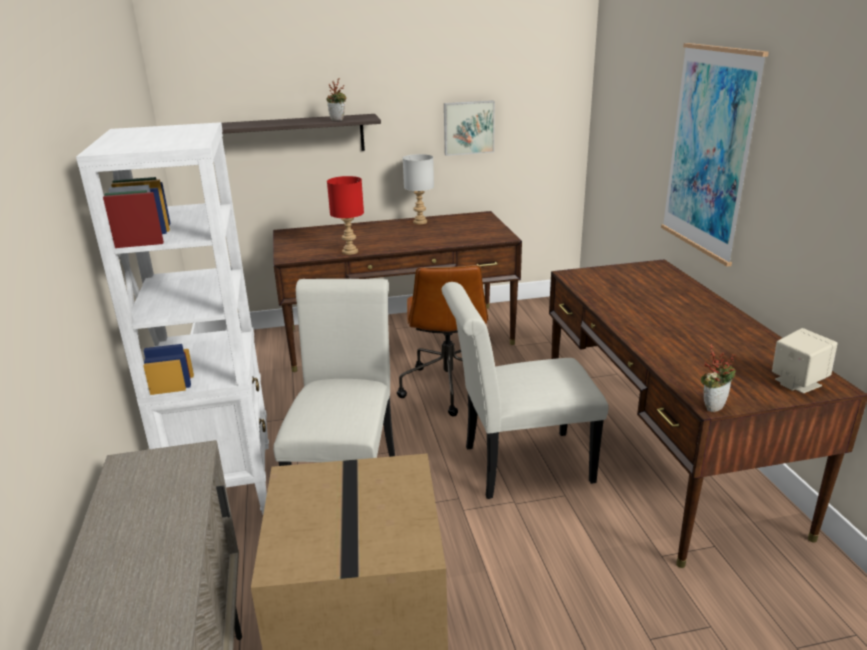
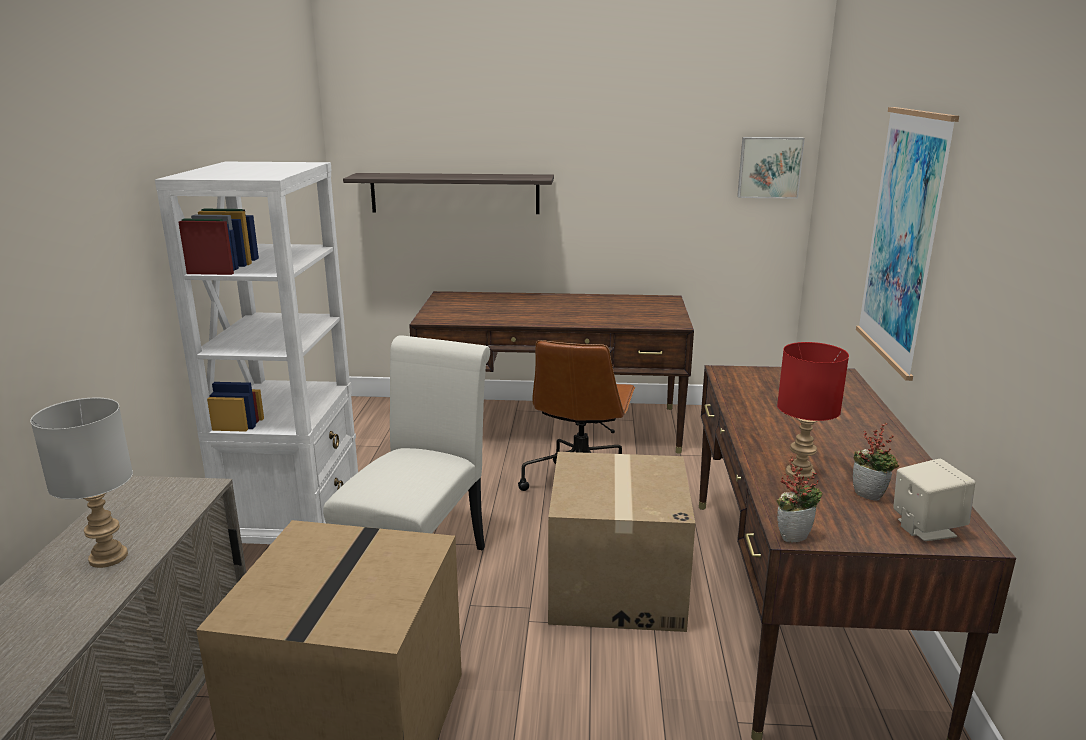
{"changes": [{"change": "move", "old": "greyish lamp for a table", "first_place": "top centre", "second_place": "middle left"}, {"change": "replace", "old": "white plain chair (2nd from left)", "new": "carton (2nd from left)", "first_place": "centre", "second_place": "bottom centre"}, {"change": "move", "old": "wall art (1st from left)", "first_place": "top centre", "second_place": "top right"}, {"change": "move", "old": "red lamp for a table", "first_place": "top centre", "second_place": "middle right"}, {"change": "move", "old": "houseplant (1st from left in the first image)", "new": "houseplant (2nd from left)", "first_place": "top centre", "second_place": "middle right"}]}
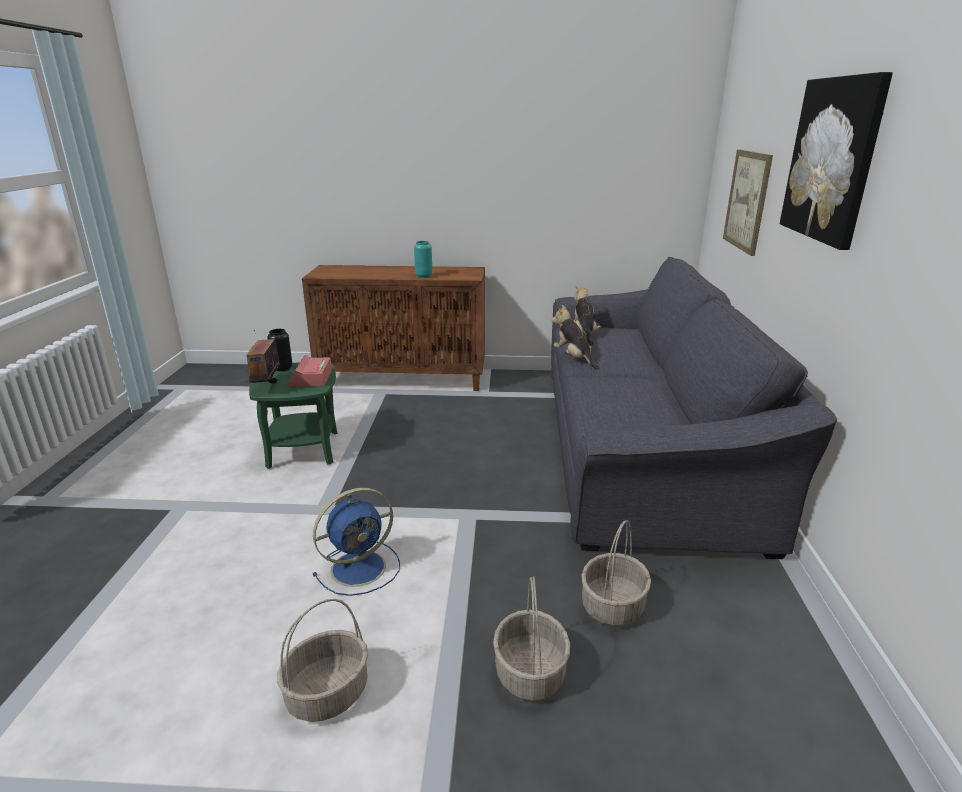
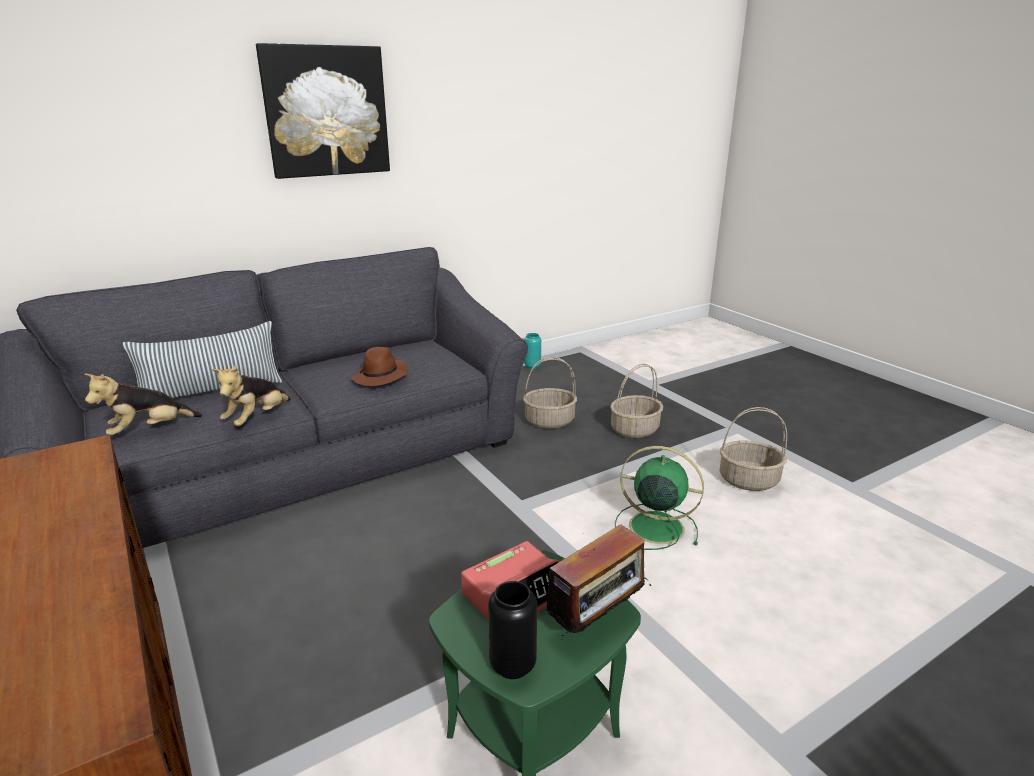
{"changes": [{"change": "insert", "new": "pillow", "second_place": "middle left"}, {"change": "insert", "new": "brown hat", "second_place": "centre"}, {"change": "move", "old": "turquoise decorative vase", "first_place": "top centre", "second_place": "centre"}, {"change": "recolor", "old": "blue cooling fan", "new": "green-coloured cooling fan", "first_place": "bottom centre", "second_place": "centre"}, {"change": "delete", "old": "wall art (1st from left)", "first_place": "top right"}]}
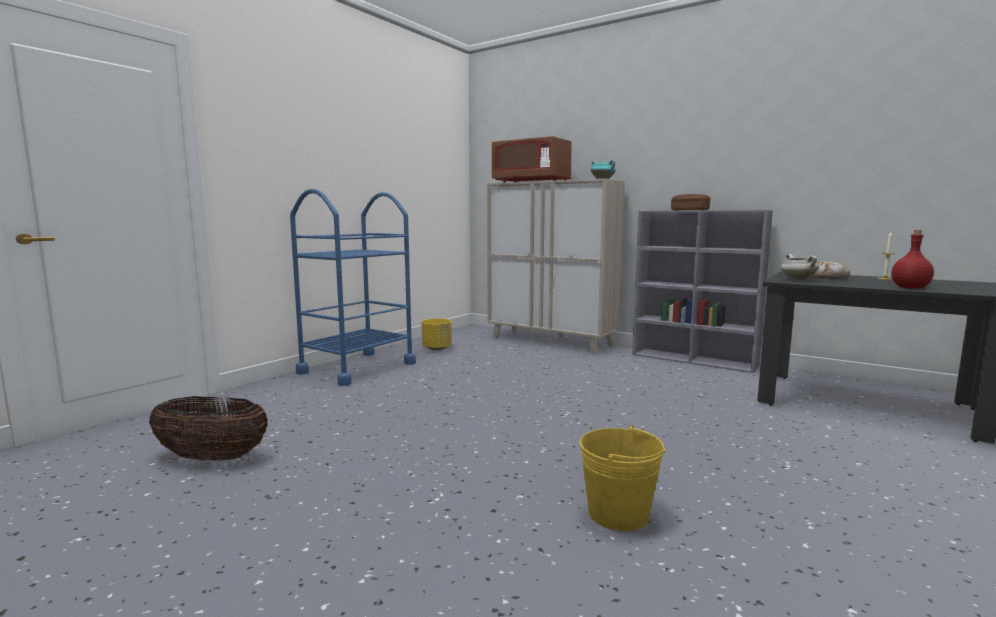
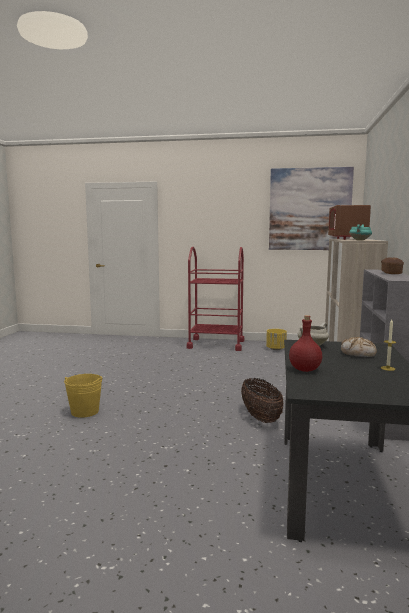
{"changes": [{"change": "recolor", "old": "blue cart", "new": "red cart", "first_place": "centre", "second_place": "centre"}, {"change": "move", "old": "basket", "first_place": "bottom left", "second_place": "centre"}, {"change": "insert", "new": "wall art", "second_place": "middle right"}]}
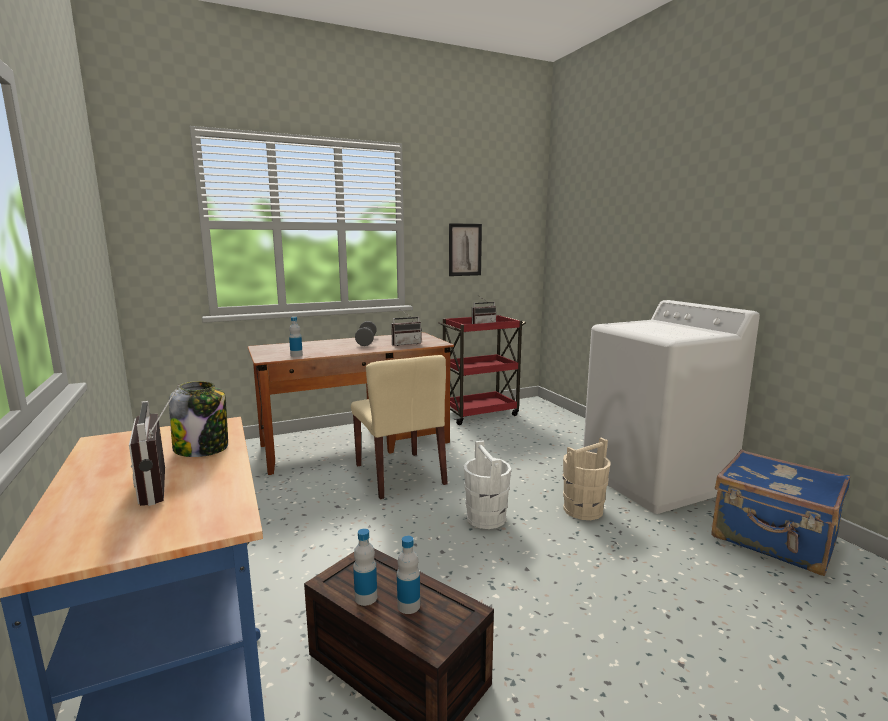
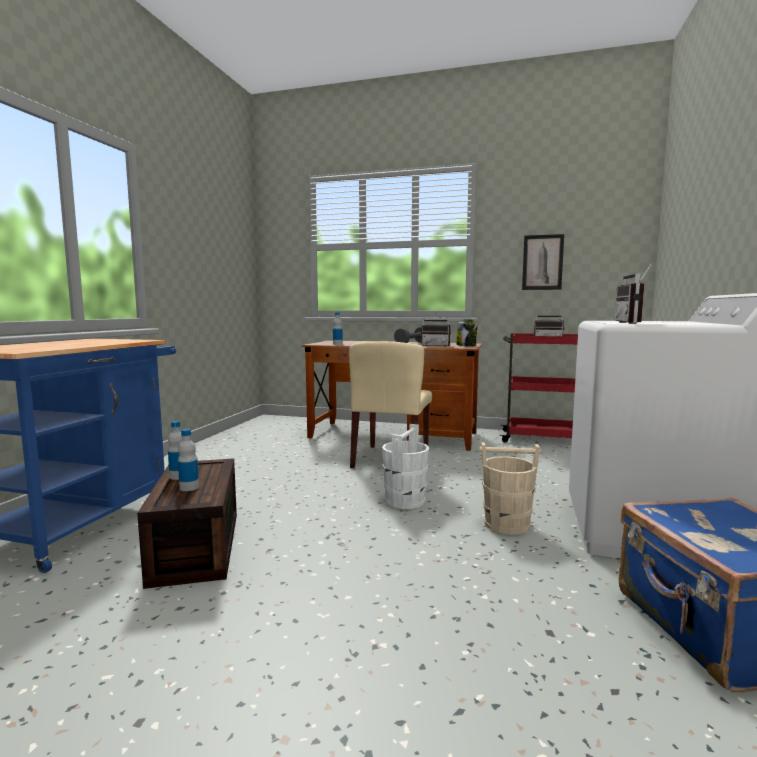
{"changes": [{"change": "move", "old": "storage jar", "first_place": "middle left", "second_place": "centre"}, {"change": "move", "old": "radio set (1st from left in the first image)", "new": "radio set (3rd from left)", "first_place": "middle left", "second_place": "middle right"}]}
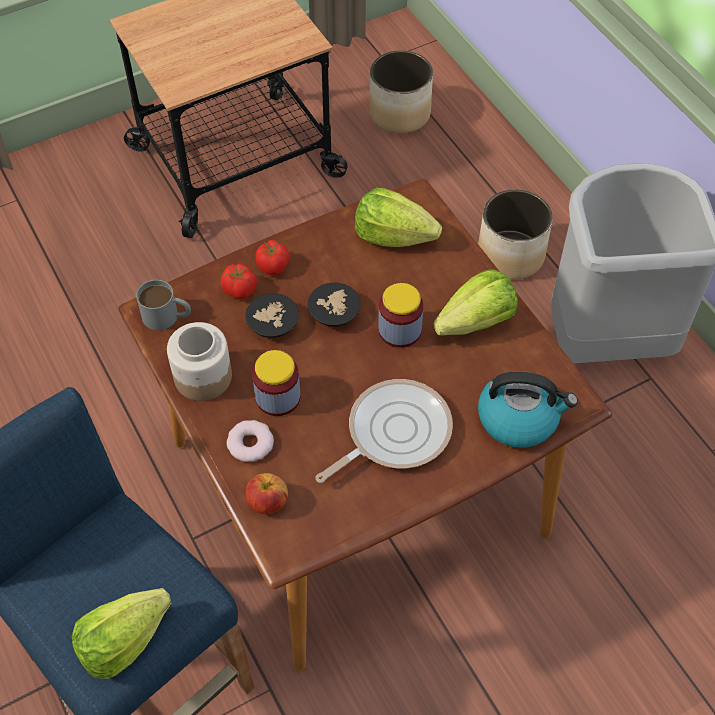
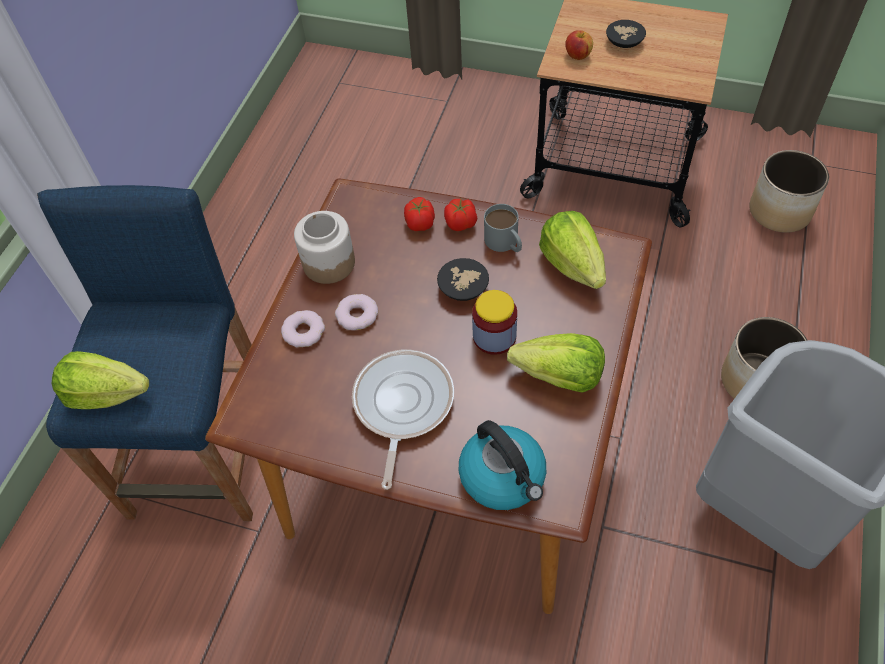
{"changes": [{"change": "replace", "old": "storage jar (2nd from left)", "new": "doughnut (2nd from left)", "first_place": "centre", "second_place": "centre"}, {"change": "rotate", "old": "pan", "first_place": "centre", "second_place": "centre", "degrees": -90}, {"change": "move", "old": "greyish coffee mug", "first_place": "middle left", "second_place": "centre"}, {"change": "move", "old": "apple fruit", "first_place": "bottom centre", "second_place": "top centre"}, {"change": "move", "old": "black-coloured bowl (1st from left in the first image)", "new": "black-coloured bowl (2nd from left)", "first_place": "centre", "second_place": "top right"}]}
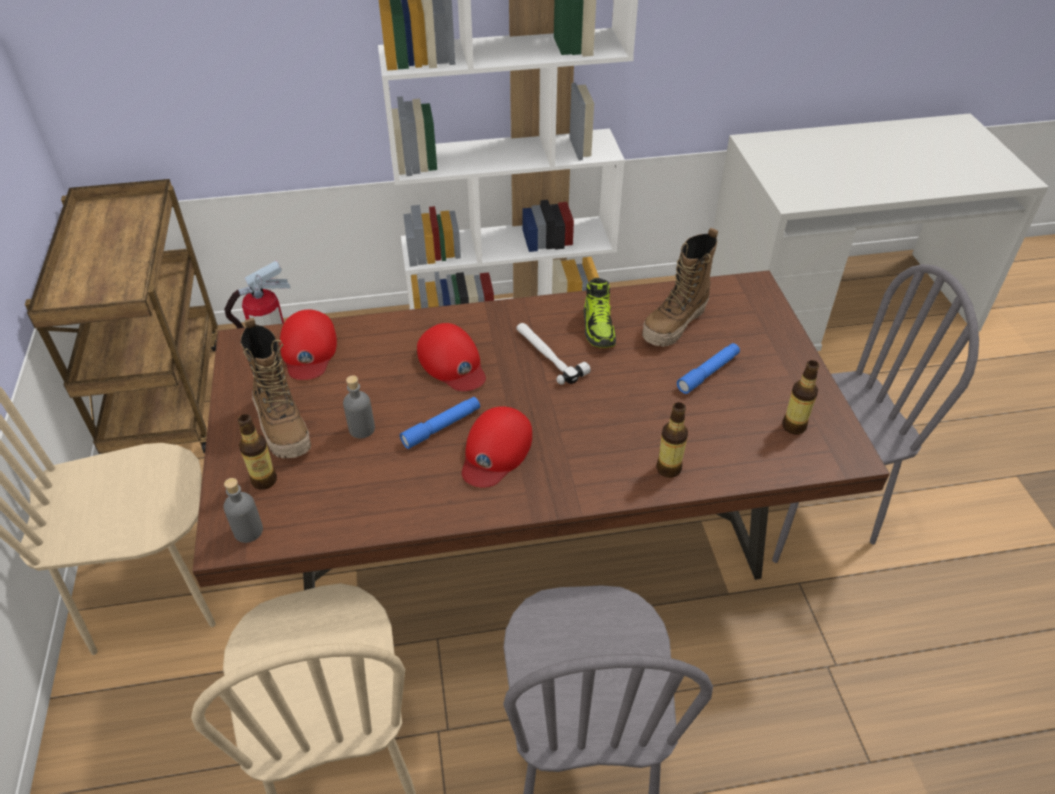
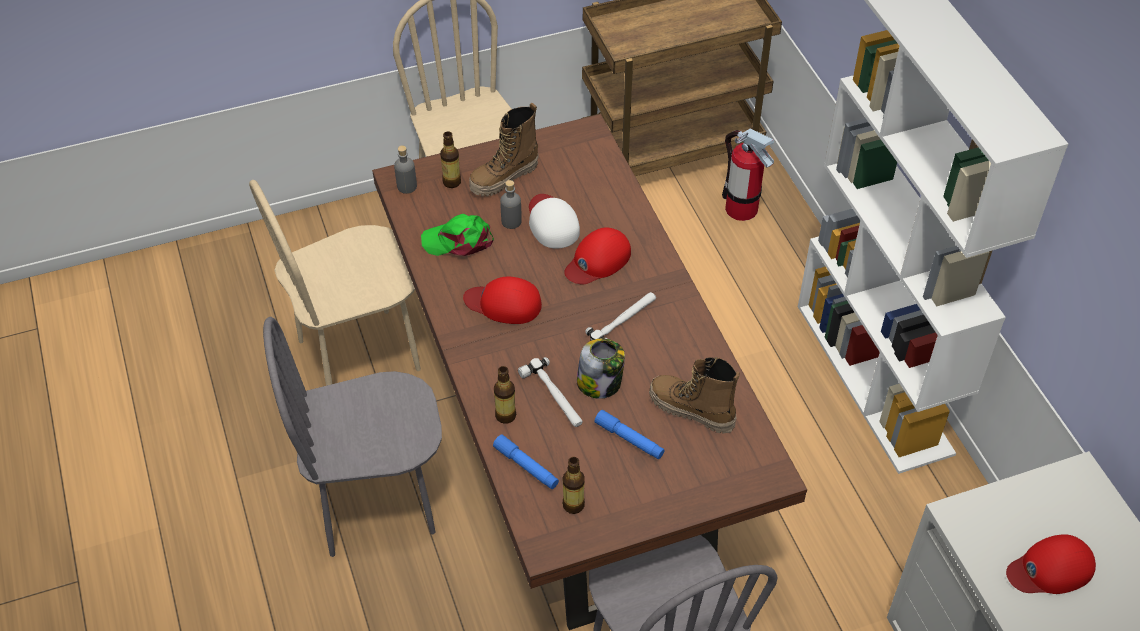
{"changes": [{"change": "insert", "new": "green-coloured baseball cap", "second_place": "centre"}, {"change": "move", "old": "blue hand torch (1st from left)", "first_place": "centre", "second_place": "bottom centre"}, {"change": "insert", "new": "hand hammer (1st from left)", "second_place": "centre"}, {"change": "insert", "new": "white baseball cap", "second_place": "centre"}, {"change": "insert", "new": "storage jar", "second_place": "centre"}, {"change": "move", "old": "red baseball cap (1st from left in the first image)", "new": "red baseball cap (3rd from left)", "first_place": "middle left", "second_place": "bottom right"}, {"change": "delete", "old": "item of footwear", "first_place": "centre"}]}
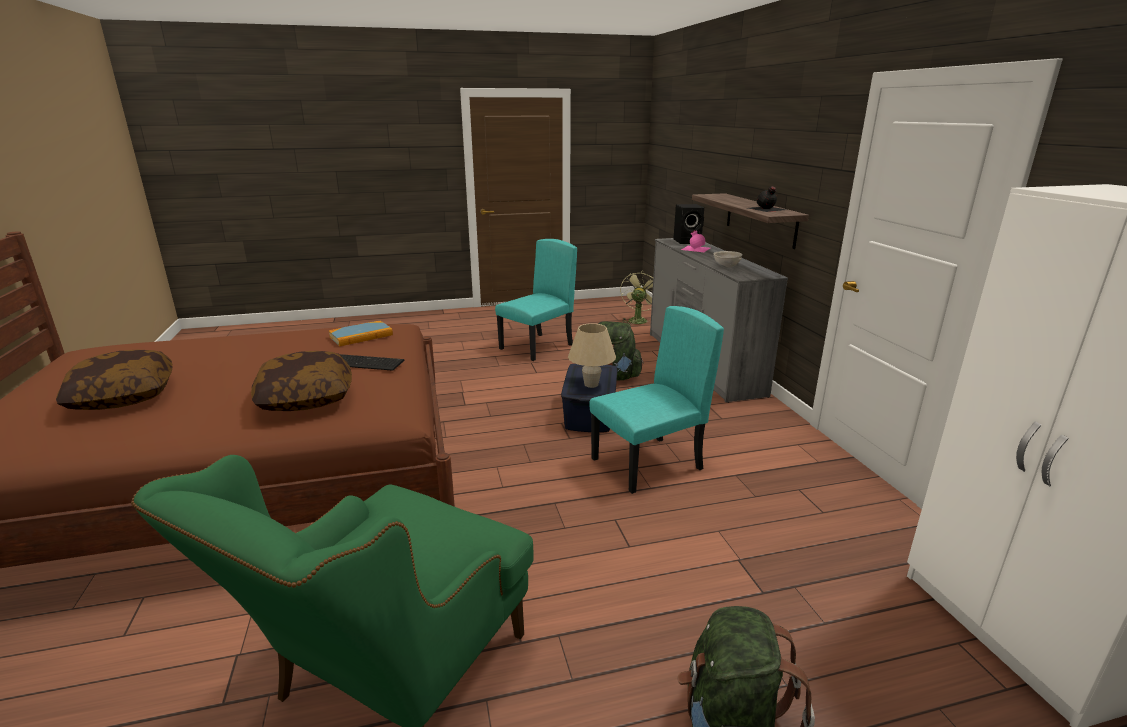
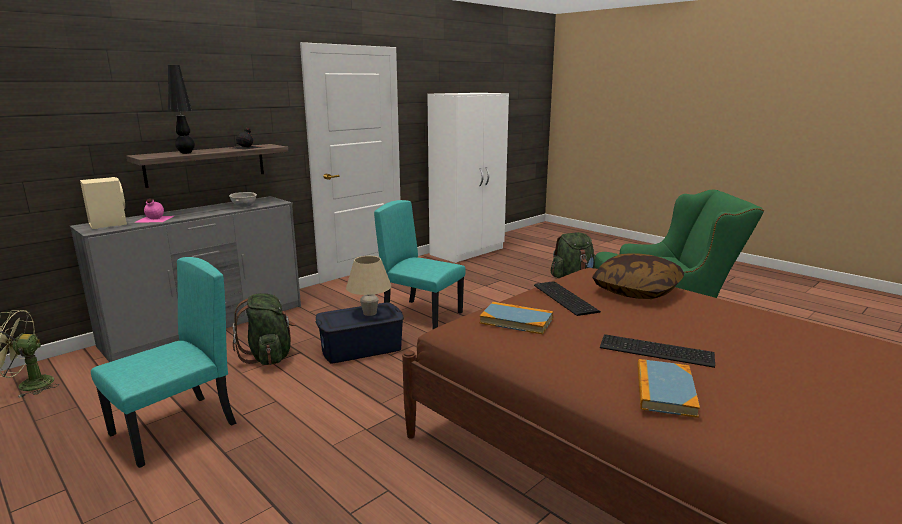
{"changes": [{"change": "recolor", "old": "black-coloured audio speaker", "new": "sand-coloured audio speaker", "first_place": "top centre", "second_place": "middle left"}, {"change": "rotate", "old": "turquoise plain chair (1st from left)", "first_place": "centre", "second_place": "bottom left", "degrees": 120}, {"change": "insert", "new": "black-coloured lamp for a table", "second_place": "top left"}, {"change": "insert", "new": "keyboard (2nd from left)", "second_place": "bottom right"}, {"change": "insert", "new": "volume (2nd from left)", "second_place": "bottom right"}, {"change": "delete", "old": "pillow (1st from left)", "first_place": "middle left"}]}
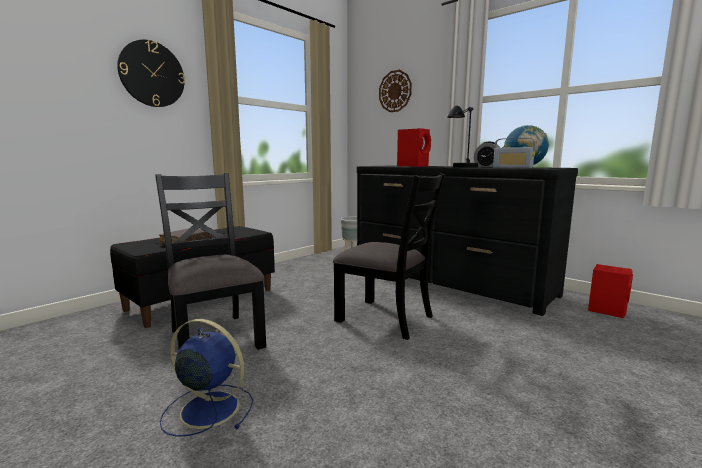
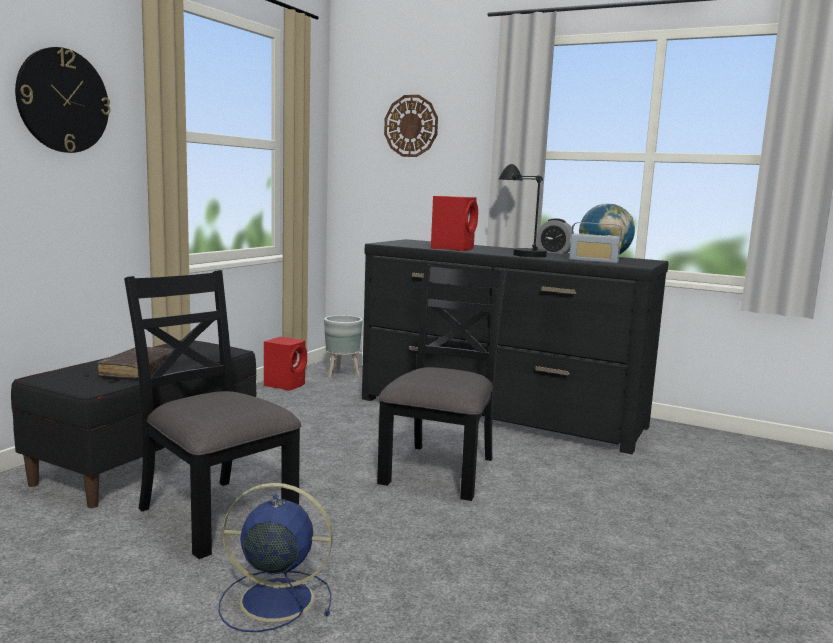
{"changes": [{"change": "move", "old": "red audio speaker (2nd from left in the first image)", "new": "red audio speaker (1st from left)", "first_place": "middle right", "second_place": "centre"}, {"change": "rotate", "old": "black-coloured plain chair (2nd from left)", "first_place": "centre", "second_place": "centre", "degrees": -90}]}
